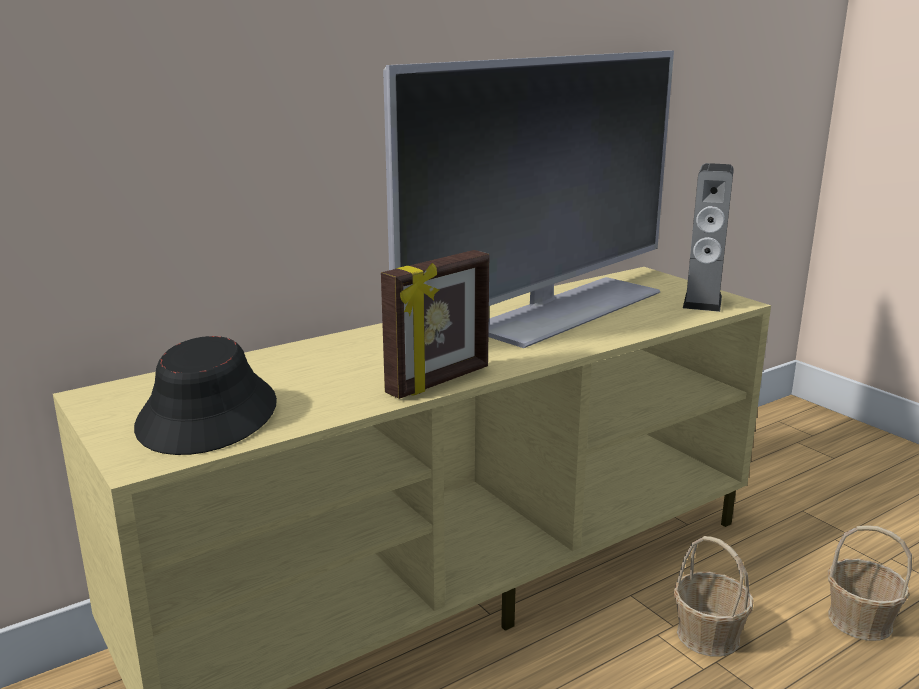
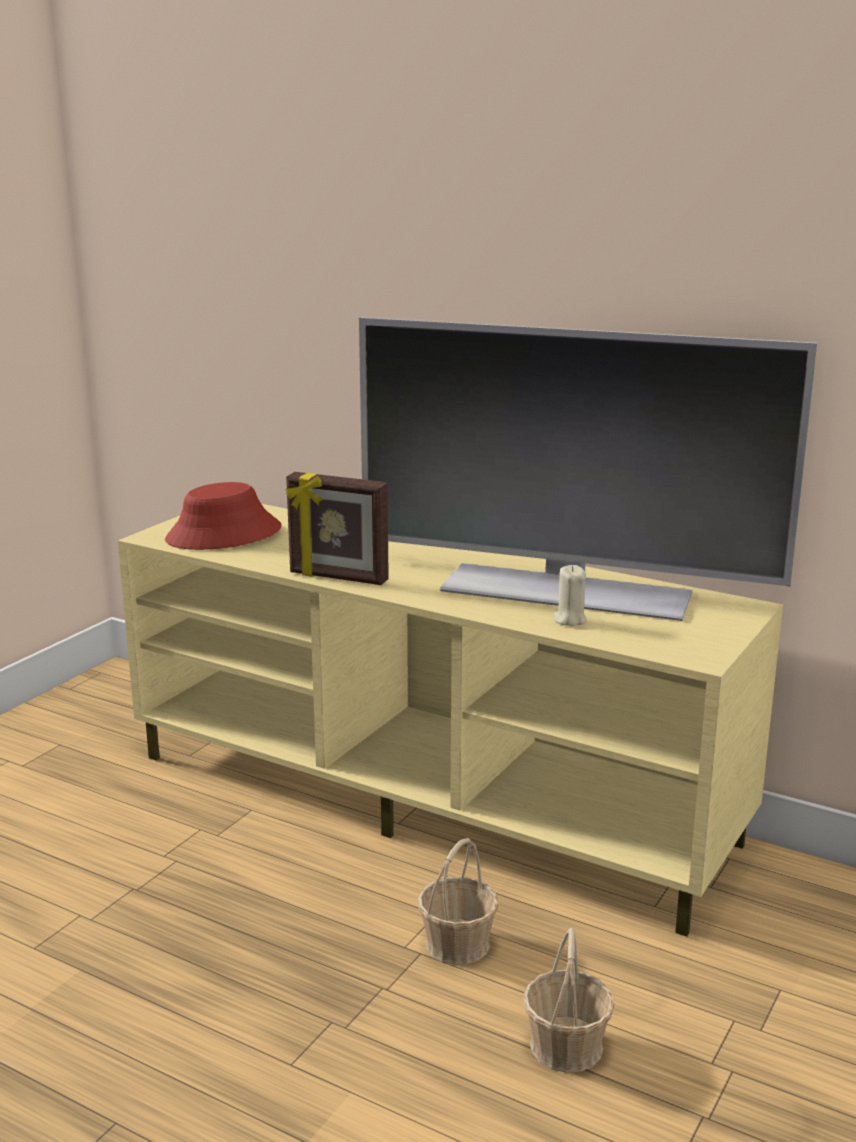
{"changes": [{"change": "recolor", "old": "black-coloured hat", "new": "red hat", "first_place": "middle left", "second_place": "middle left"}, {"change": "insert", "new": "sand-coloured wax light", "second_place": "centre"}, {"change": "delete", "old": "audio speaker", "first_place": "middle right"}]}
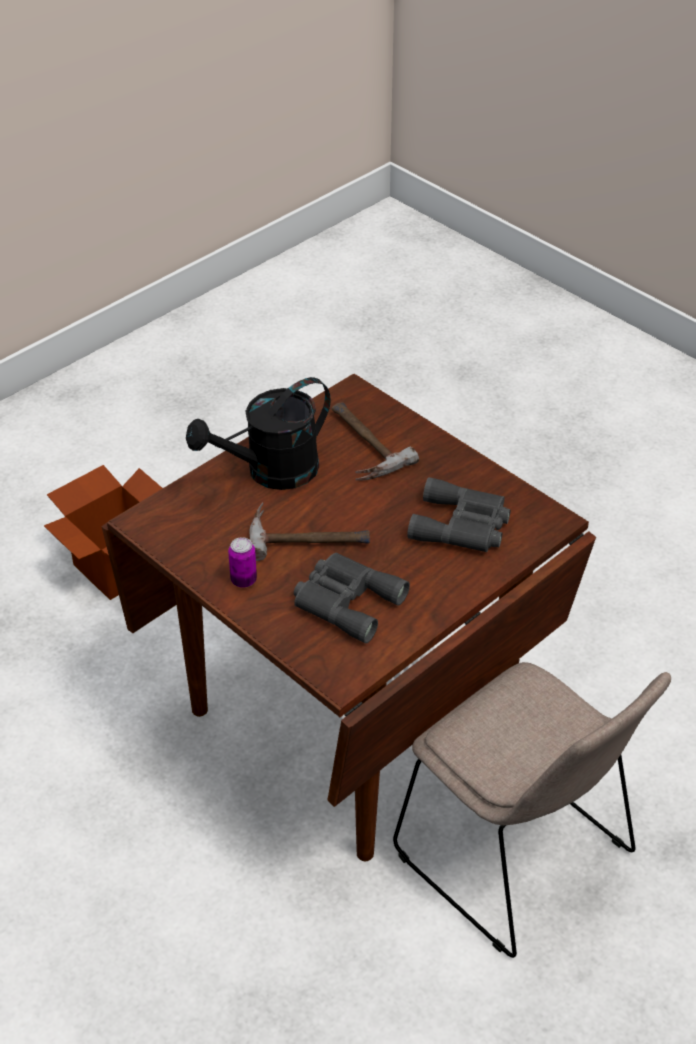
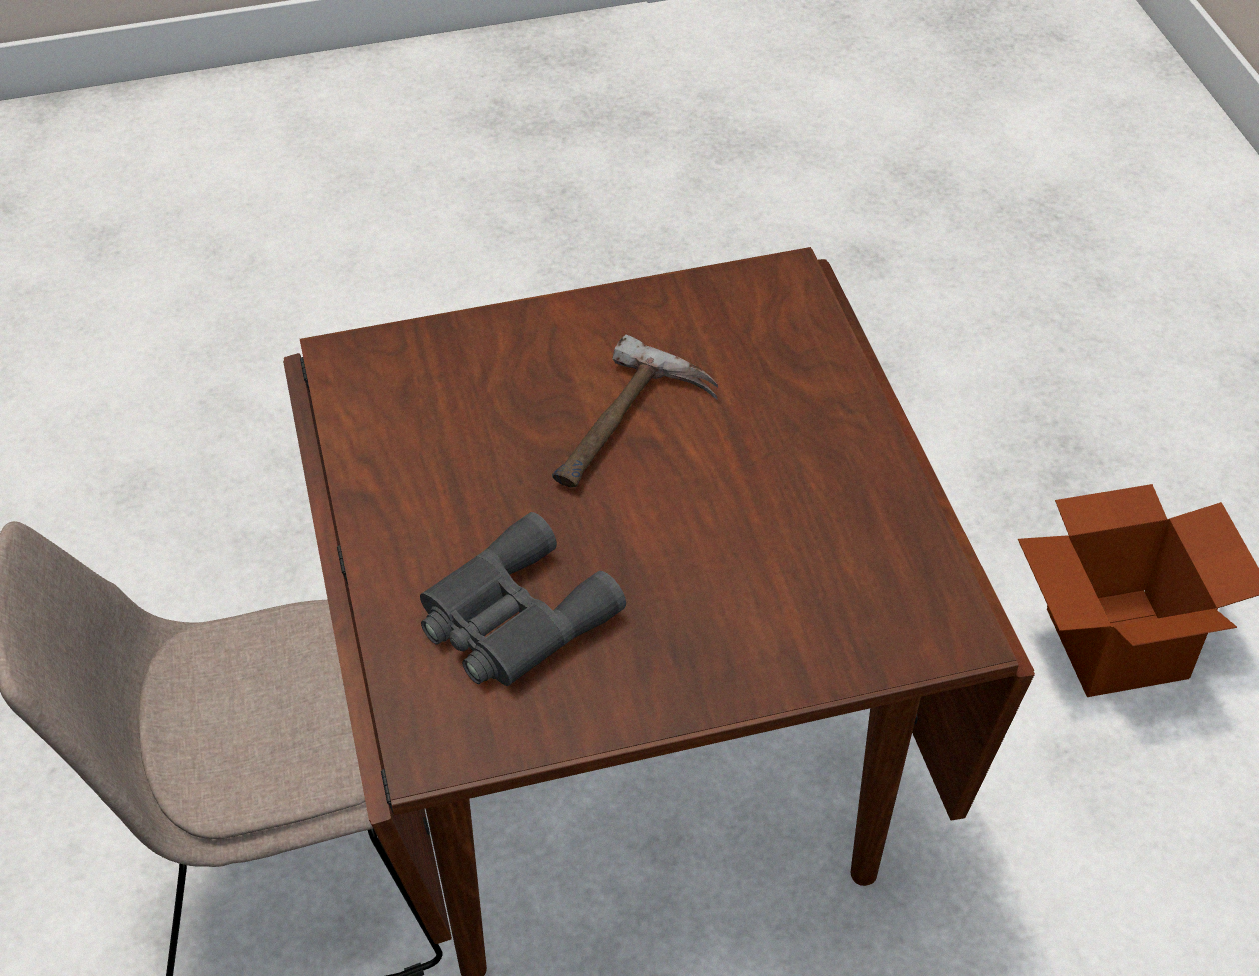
{"changes": [{"change": "delete", "old": "black-coloured watering pot", "first_place": "centre"}, {"change": "delete", "old": "can", "first_place": "centre"}, {"change": "delete", "old": "greyish field glasses (1st from left)", "first_place": "centre"}, {"change": "delete", "old": "hand hammer (2nd from left)", "first_place": "centre"}]}
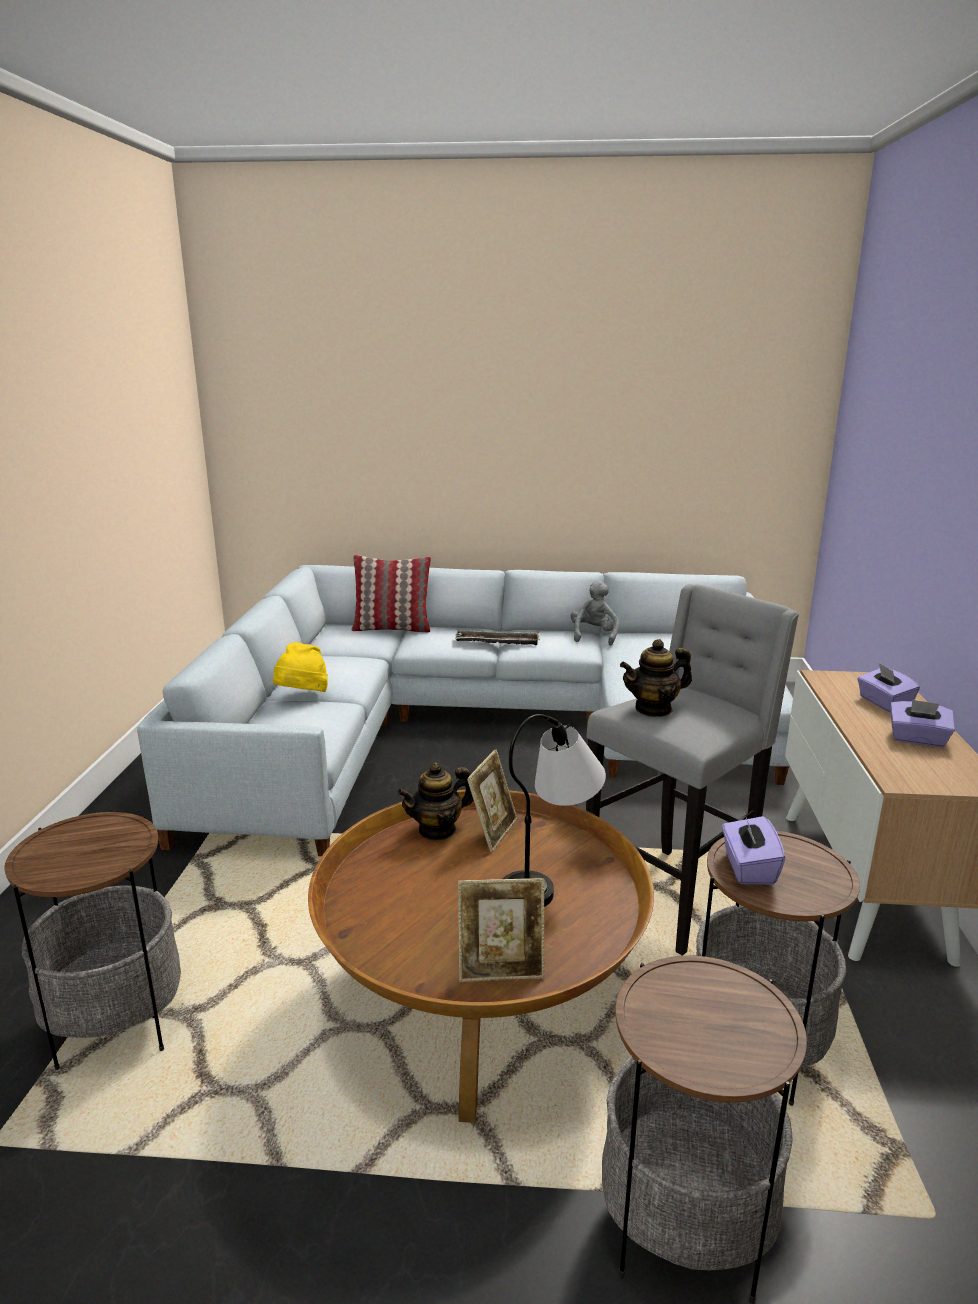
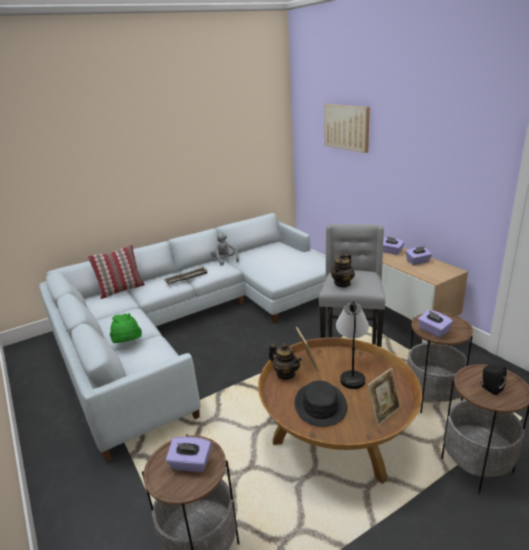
{"changes": [{"change": "recolor", "old": "yellow-coloured hat", "new": "green-coloured hat", "first_place": "middle left", "second_place": "middle left"}, {"change": "insert", "new": "purplish box of tissues (1st from left)", "second_place": "bottom centre"}, {"change": "rotate", "old": "pot for tea (1st from left)", "first_place": "centre", "second_place": "centre", "degrees": -75}, {"change": "insert", "new": "black-coloured hat", "second_place": "bottom centre"}, {"change": "insert", "new": "wall art", "second_place": "top centre"}, {"change": "insert", "new": "black-coloured audio speaker", "second_place": "bottom right"}]}
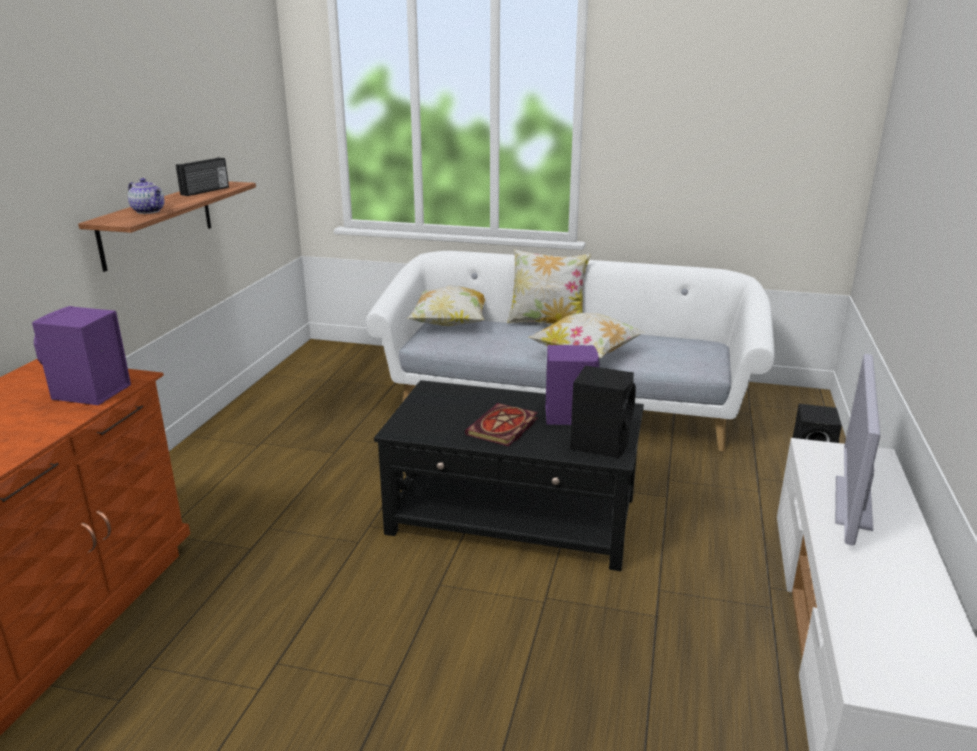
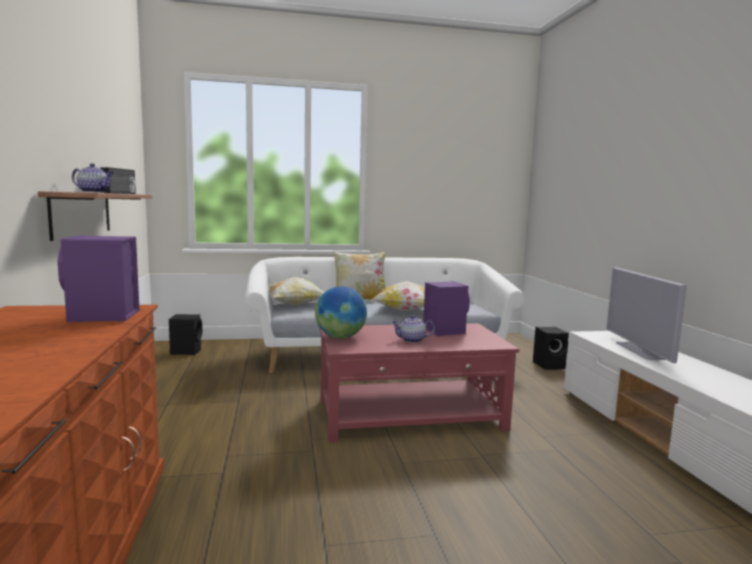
{"changes": [{"change": "move", "old": "black-coloured audio speaker (1st from left)", "first_place": "centre", "second_place": "middle left"}, {"change": "insert", "new": "world globe", "second_place": "centre"}, {"change": "recolor", "old": "black-coloured lounge table", "new": "red lounge table", "first_place": "centre", "second_place": "bottom centre"}, {"change": "replace", "old": "volume", "new": "pot for tea (2nd from left)", "first_place": "centre", "second_place": "centre"}]}
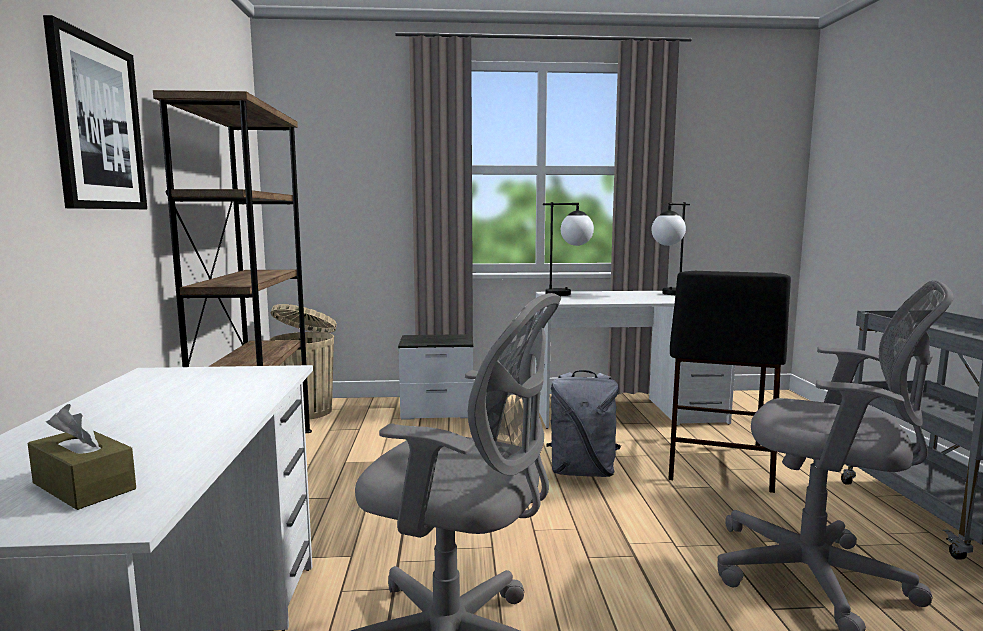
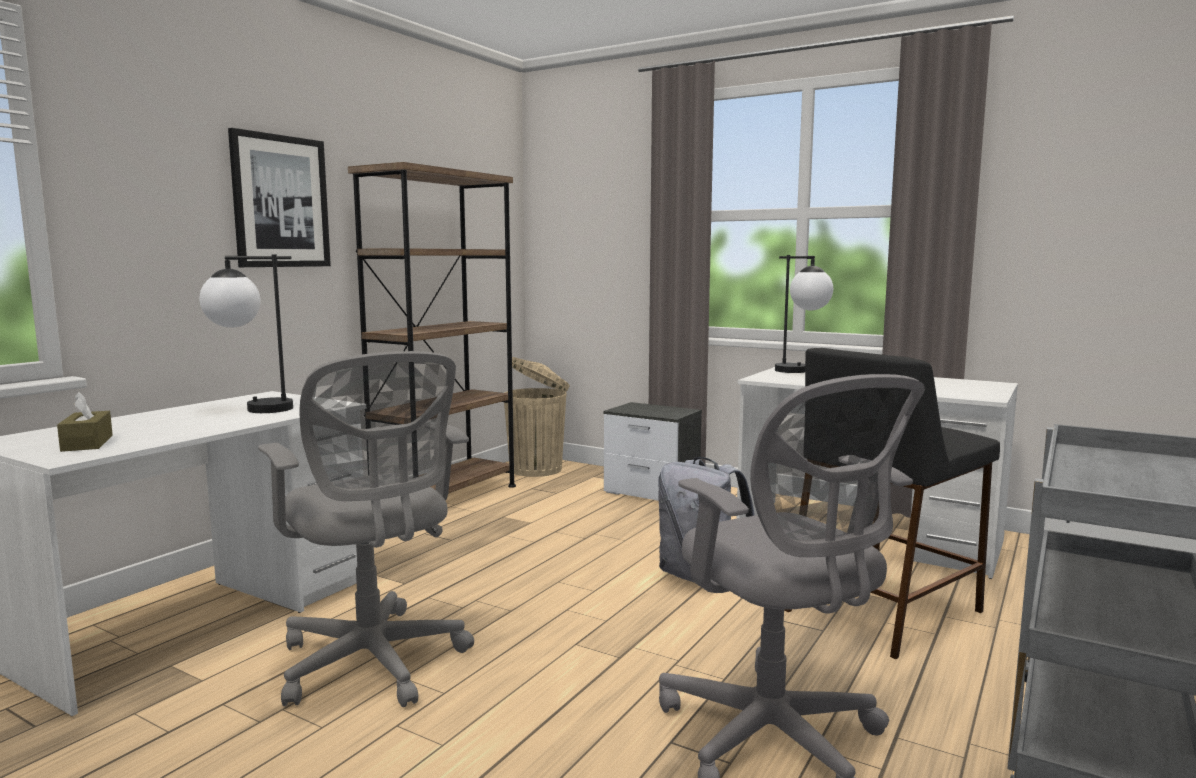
{"changes": [{"change": "move", "old": "lamp for a table (2nd from left in the first image)", "new": "lamp for a table (1st from left)", "first_place": "middle right", "second_place": "middle left"}]}
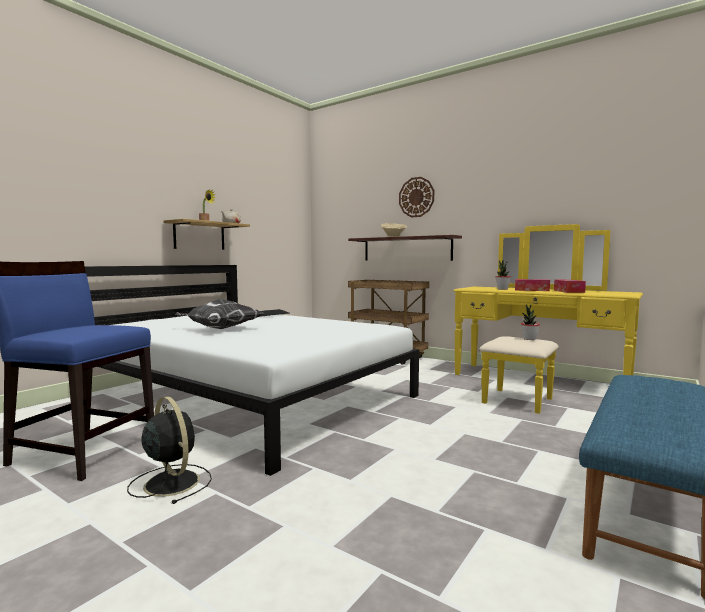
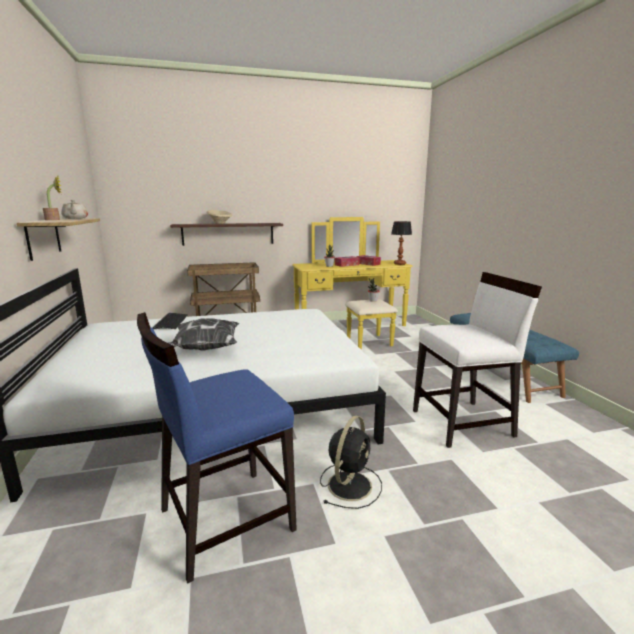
{"changes": [{"change": "rotate", "old": "black-coloured cooling fan", "first_place": "bottom left", "second_place": "bottom centre", "degrees": 120}, {"change": "insert", "new": "lamp for a table", "second_place": "centre"}, {"change": "insert", "new": "white plain chair", "second_place": "middle right"}, {"change": "delete", "old": "hanging clock", "first_place": "top centre"}]}
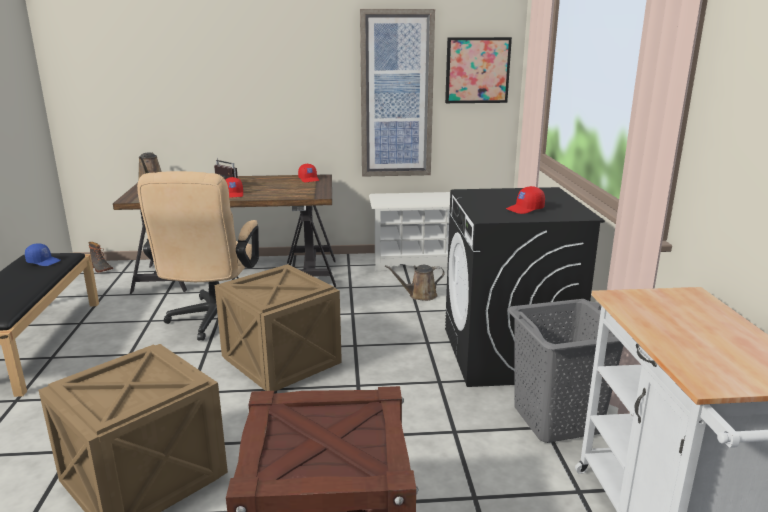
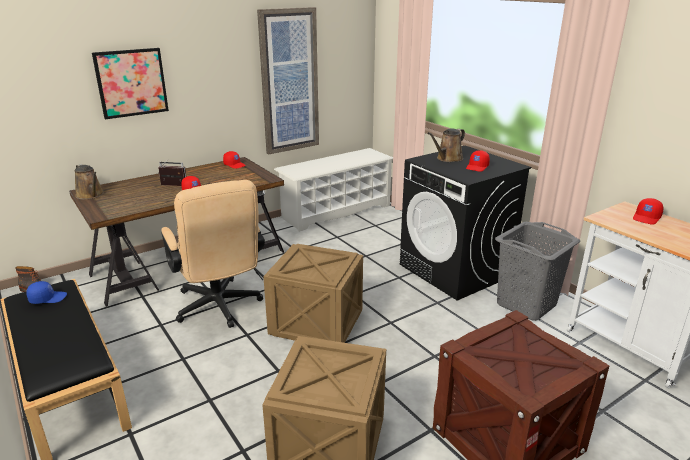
{"changes": [{"change": "move", "old": "wall art (2nd from left in the first image)", "new": "wall art (1st from left)", "first_place": "top centre", "second_place": "top left"}, {"change": "move", "old": "brown watering pot (2nd from left)", "first_place": "centre", "second_place": "top centre"}, {"change": "insert", "new": "red baseball cap (4th from left)", "second_place": "middle right"}]}
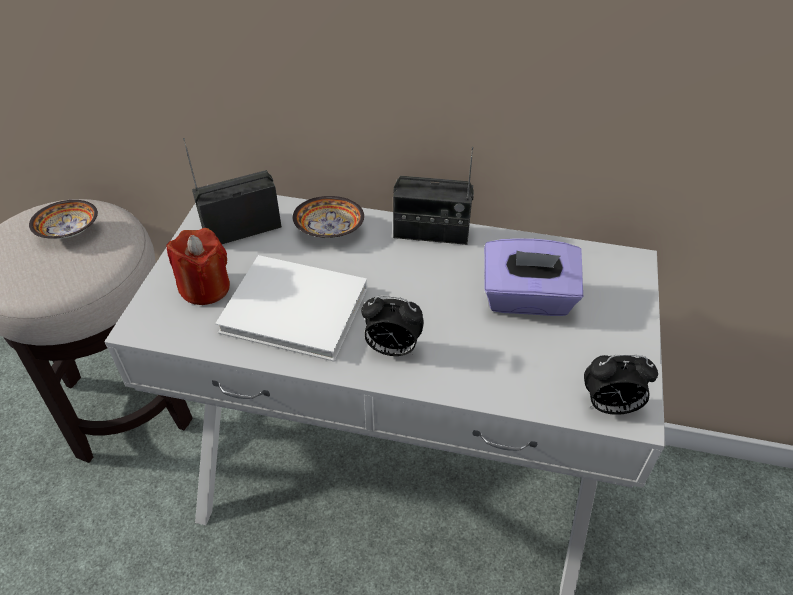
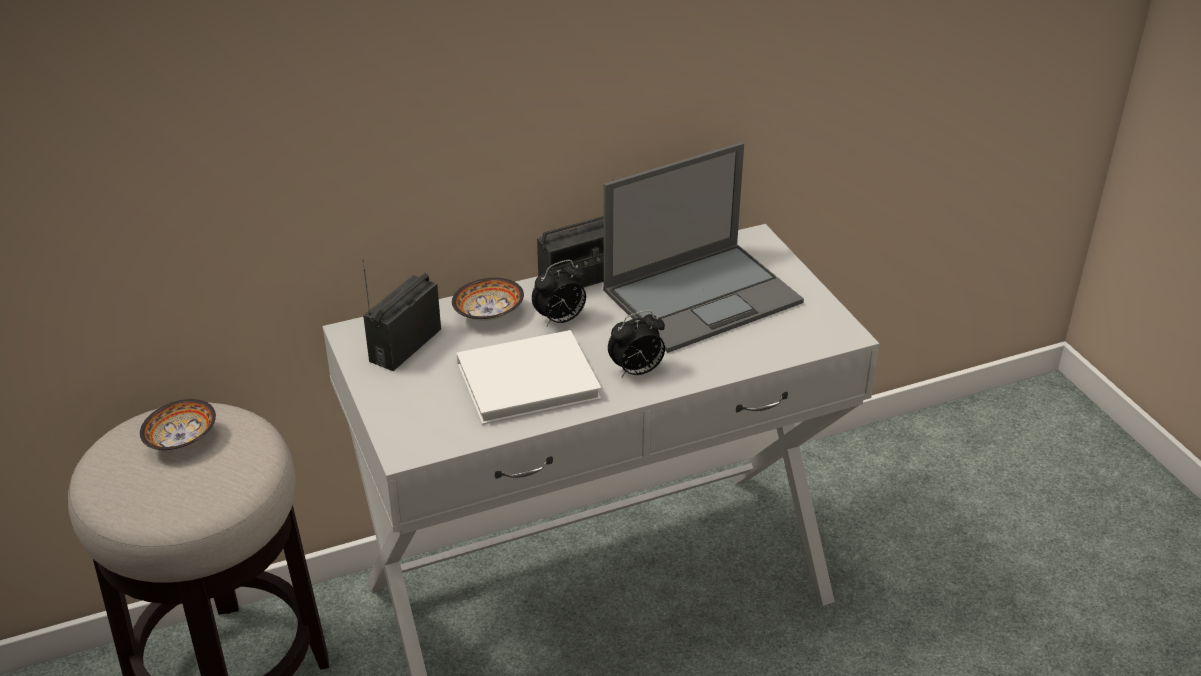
{"changes": [{"change": "move", "old": "bedside clock (2nd from left in the first image)", "new": "bedside clock (1st from left)", "first_place": "middle right", "second_place": "centre"}, {"change": "replace", "old": "purplish box of tissues", "new": "portable computer", "first_place": "middle right", "second_place": "centre"}, {"change": "delete", "old": "red wax light", "first_place": "middle left"}]}
